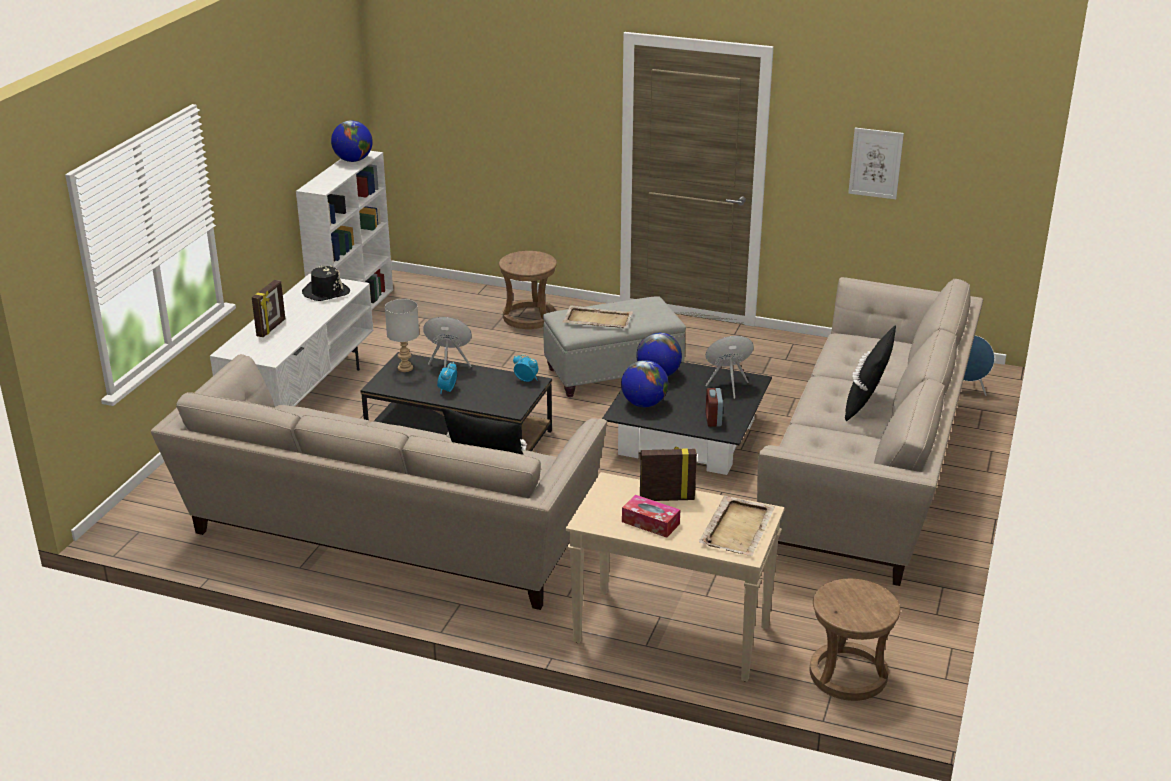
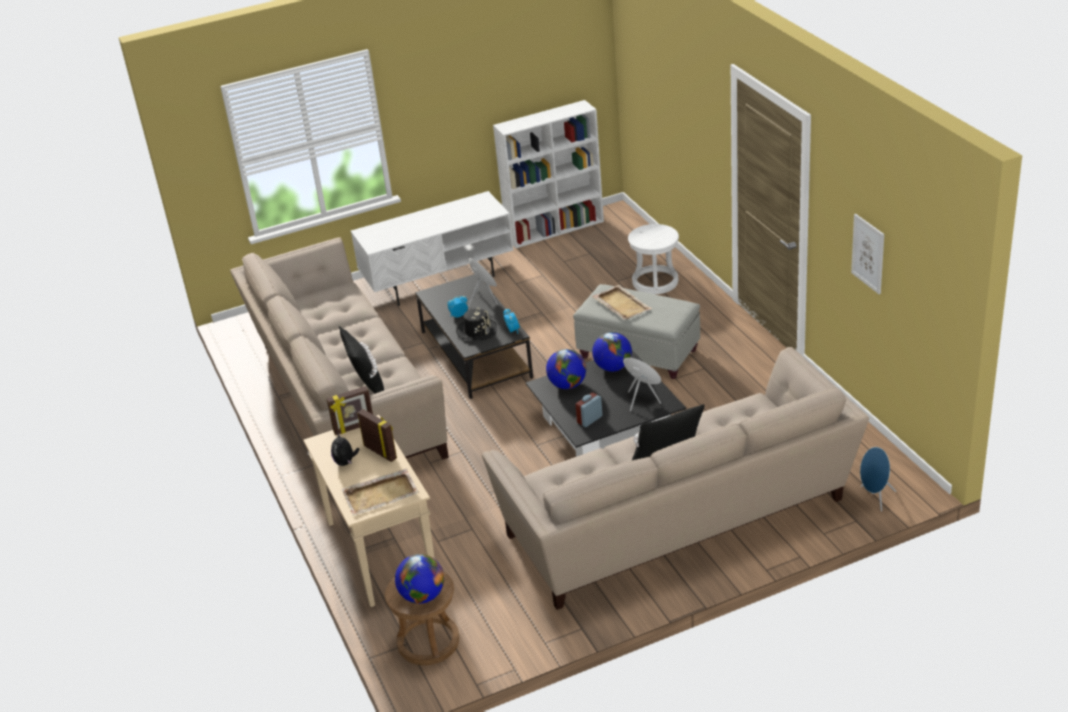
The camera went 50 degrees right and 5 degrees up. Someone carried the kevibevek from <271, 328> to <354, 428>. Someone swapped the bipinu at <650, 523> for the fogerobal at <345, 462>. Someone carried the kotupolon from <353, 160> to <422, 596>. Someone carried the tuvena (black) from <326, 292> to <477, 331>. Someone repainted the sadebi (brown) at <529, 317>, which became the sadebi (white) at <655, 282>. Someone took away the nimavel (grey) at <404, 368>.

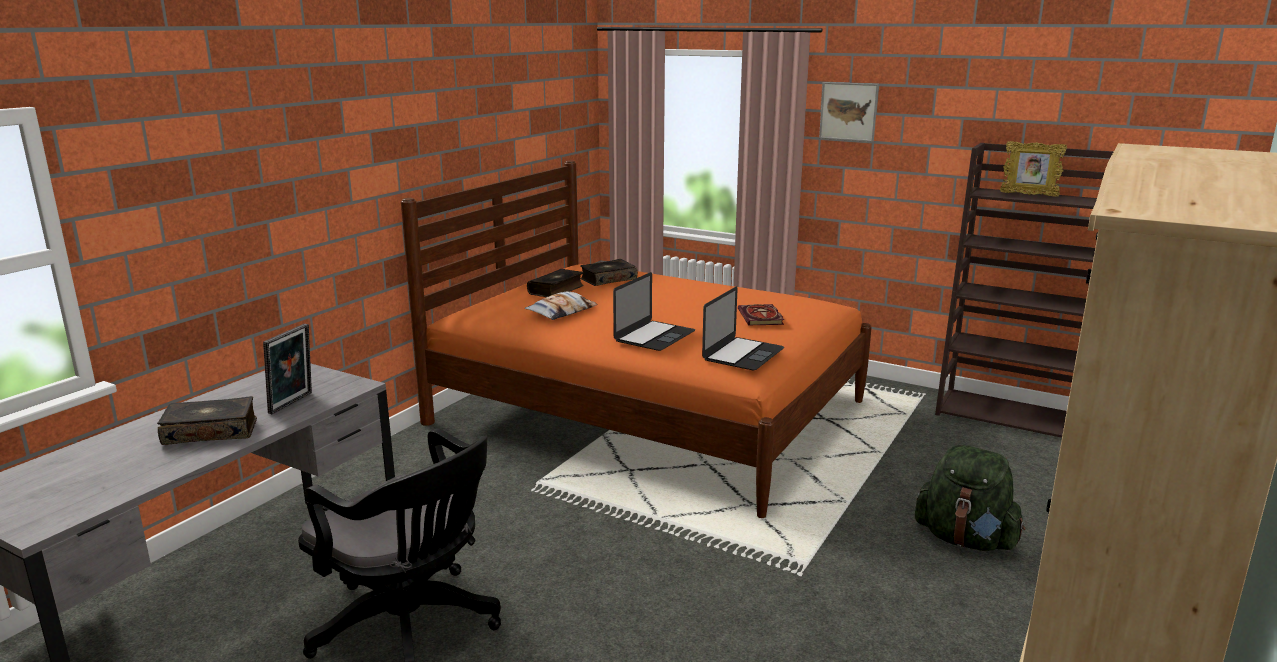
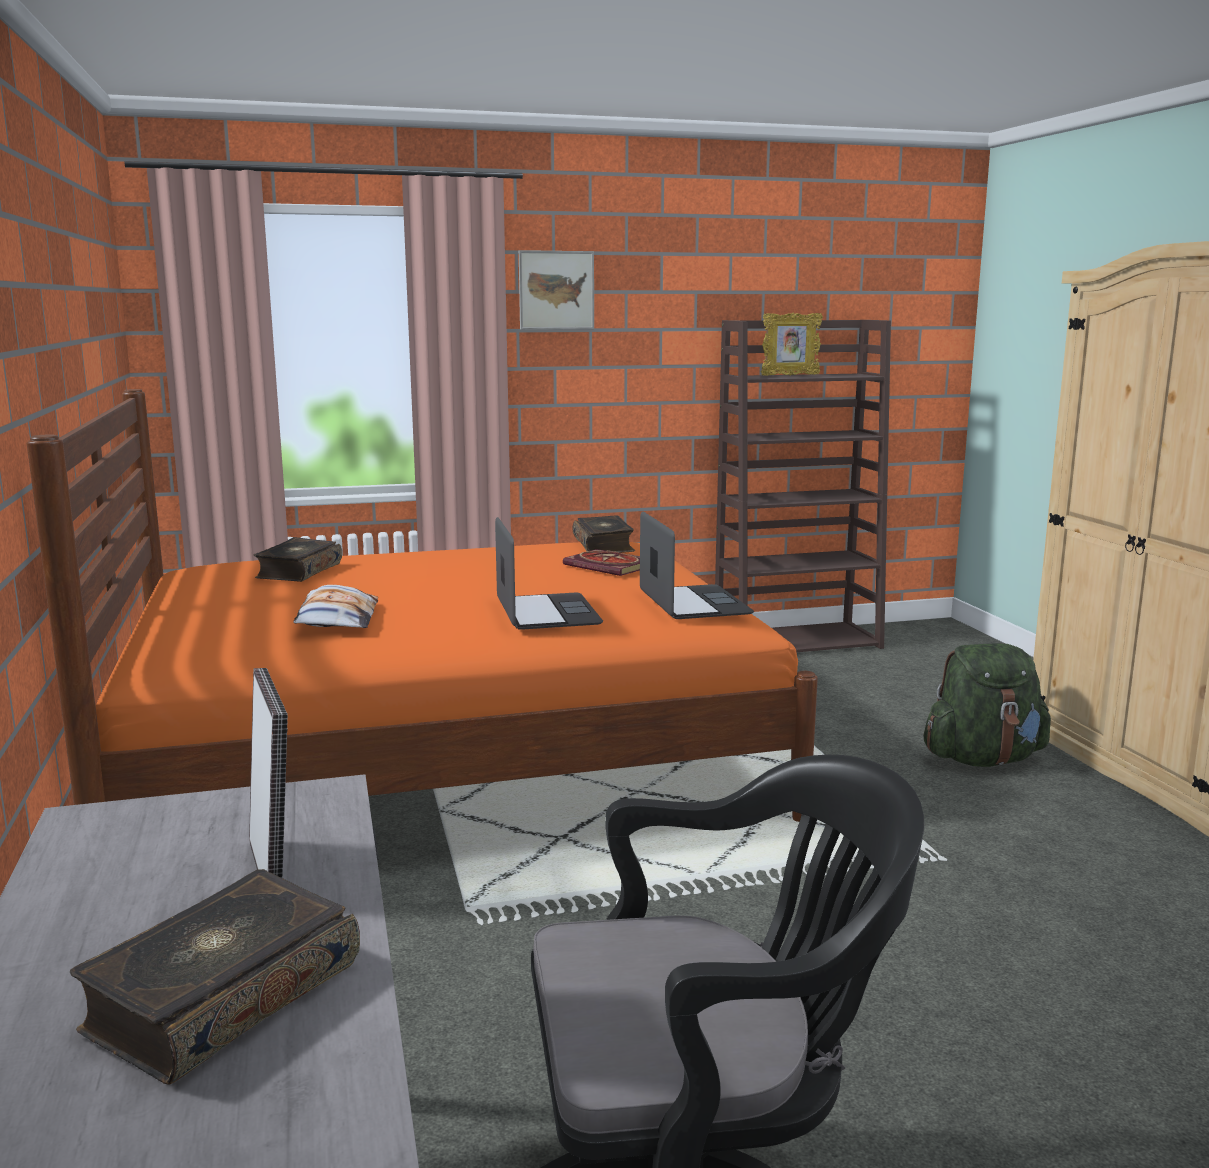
The camera went 45 degrees left and 5 degrees down. Someone carried the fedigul from <557, 290> to <604, 545>.

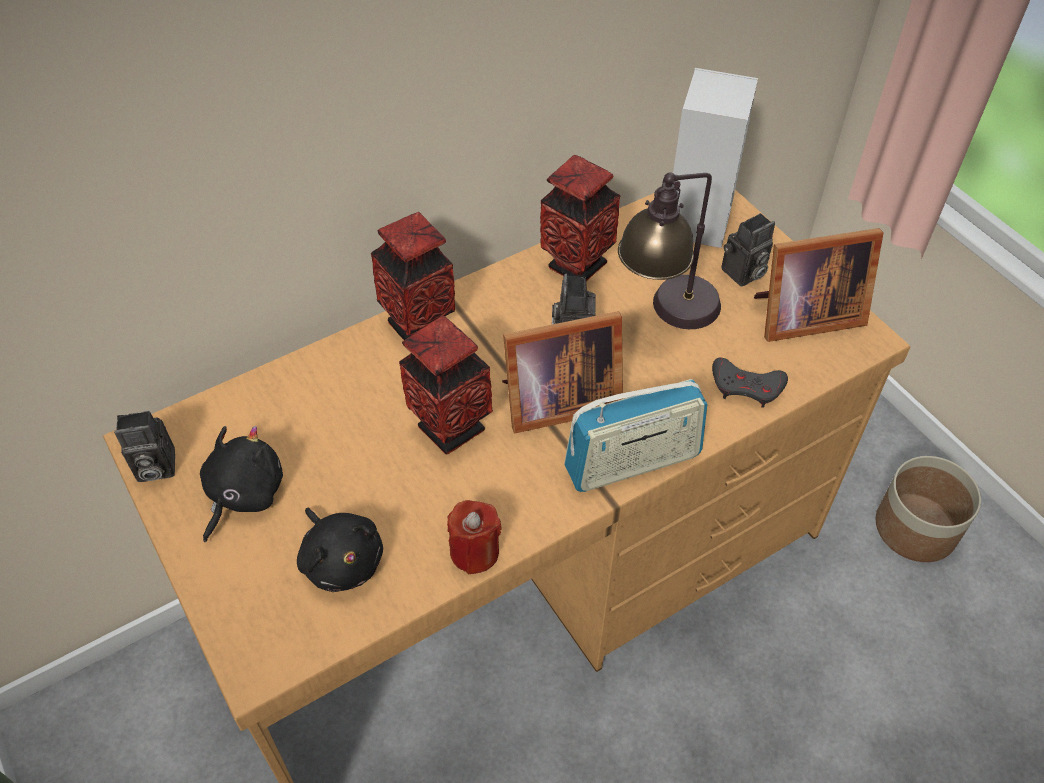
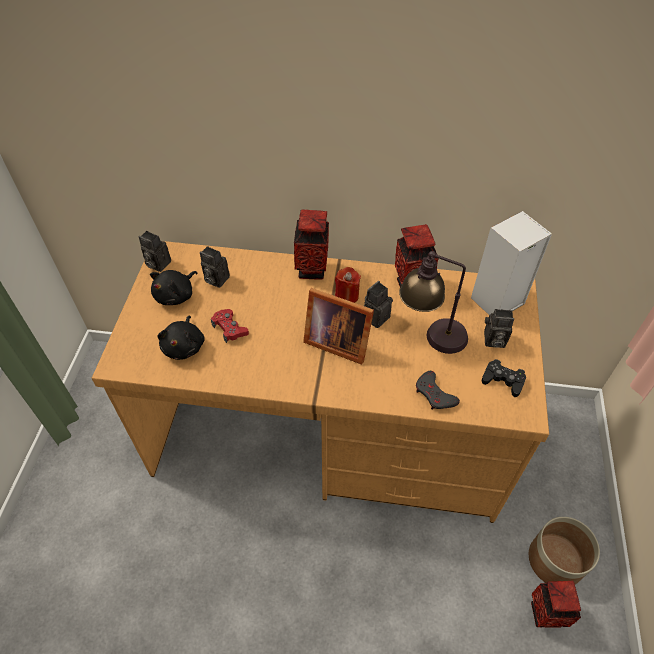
The camera went 40 degrees right and 0 degrees up. Someone rotated the fogerobal (black) at <243, 494> by 150 degrees clockwise. Someone put down the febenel at <215, 279>. Someone put down the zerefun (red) at <230, 328>. Someone carried the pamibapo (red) from <474, 551> to <347, 296>. Someone swapped the kevibevek at <802, 316> for the zerefun (black) at <503, 380>. Someone carried the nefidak from <450, 428> to <545, 614>. Someone took away the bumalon at <632, 462>.

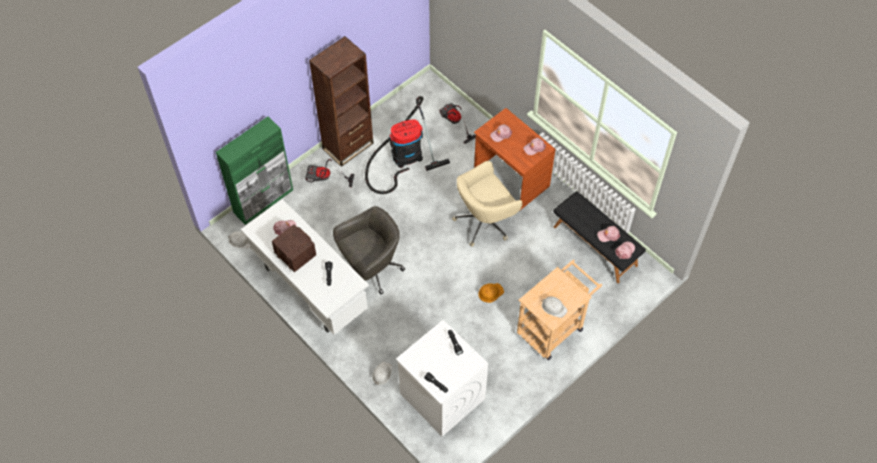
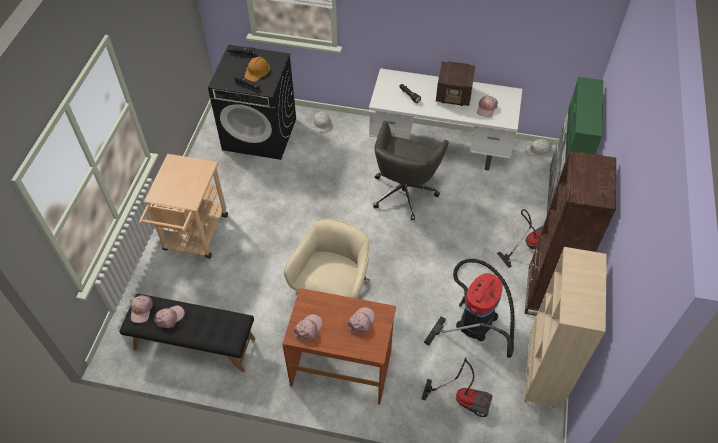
The camera went 145 degrees right and 5 degrees down. Someone repainted the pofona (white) at <441, 396>, which became the pofona (black) at <260, 134>. Someone carried the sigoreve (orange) from <490, 292> to <257, 71>. Someone put down the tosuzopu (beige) at <542, 377>. Someone took away the sigoreve (white) at <553, 307>.

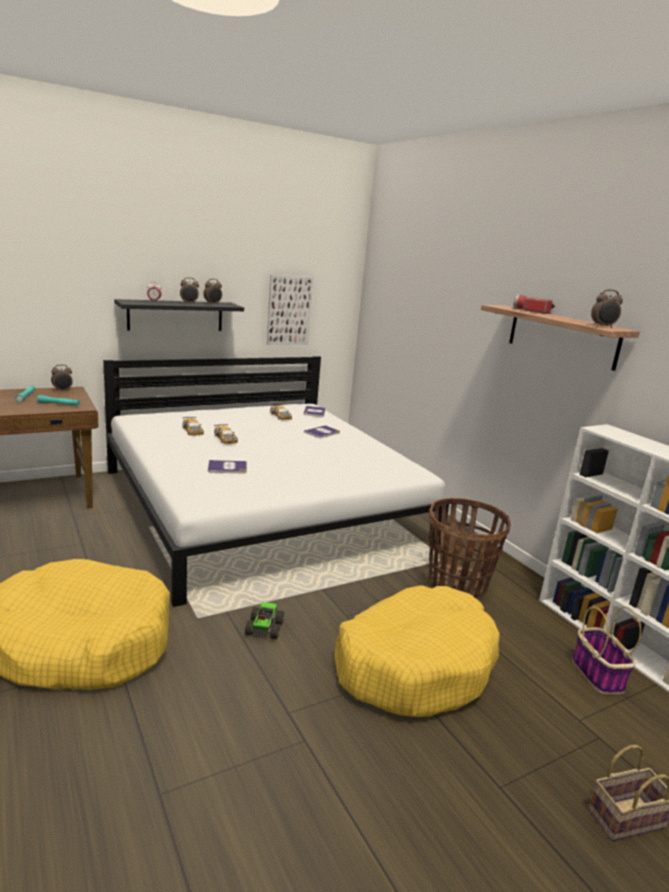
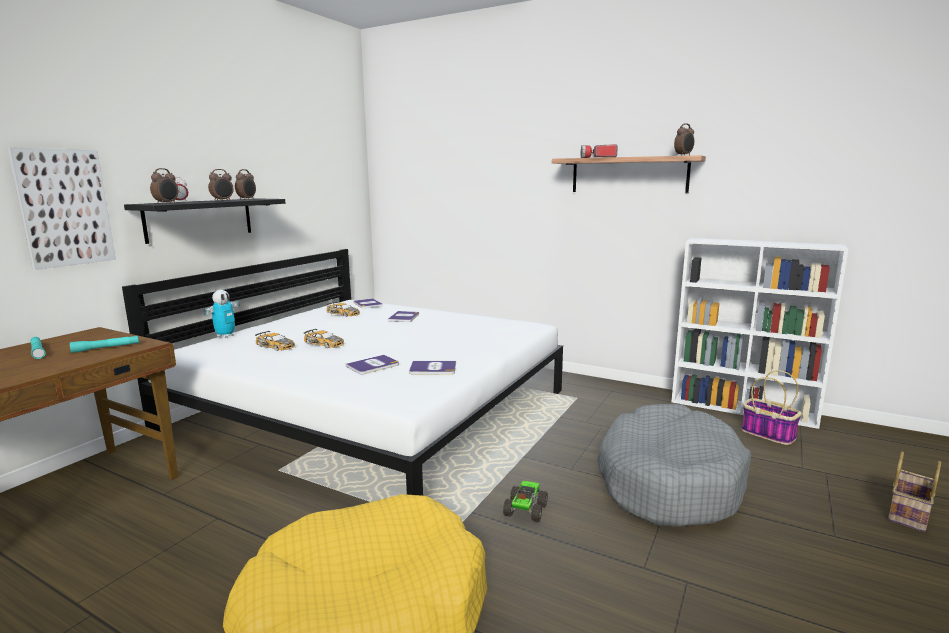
The camera went 30 degrees left and 5 degrees down. Someone carried the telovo from <289, 310> to <64, 208>. Someone carried the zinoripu from <62, 390> to <167, 203>. Someone put down the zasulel at <225, 336>. Someone put down the fedigul at <433, 368>. Someone rotated the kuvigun at <264, 629> by 45 degrees clockwise. Someone repainted the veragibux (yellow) at <414, 664>, which became the veragibux (grey) at <667, 481>. Someone took away the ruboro at <457, 584>.

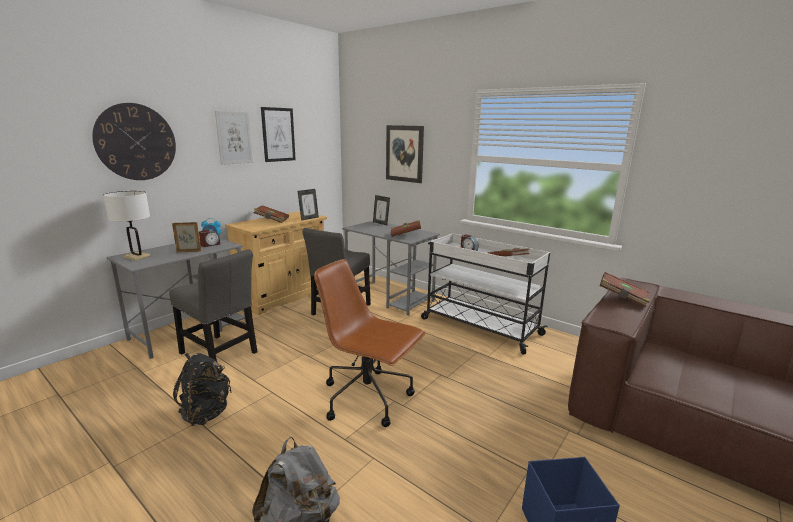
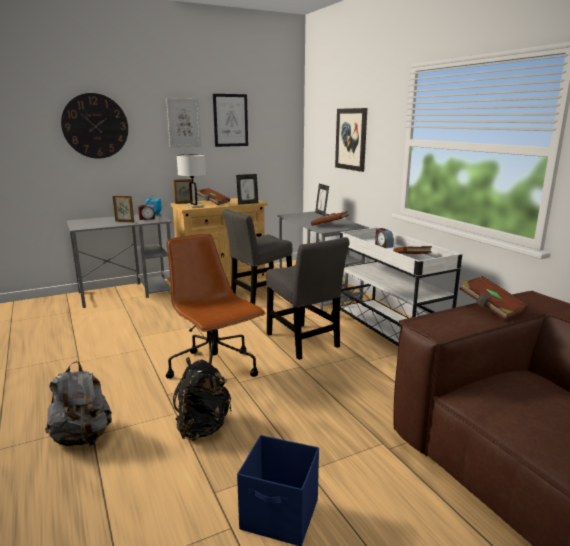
The camera went 25 degrees right and 0 degrees up. Someone put down the kevibevek at <184, 203>. Someone carried the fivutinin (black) from <206, 413> to <202, 427>. Someone carried the nimavel (white) from <137, 256> to <194, 206>. Someone carried the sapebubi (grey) from <220, 354> to <304, 342>.

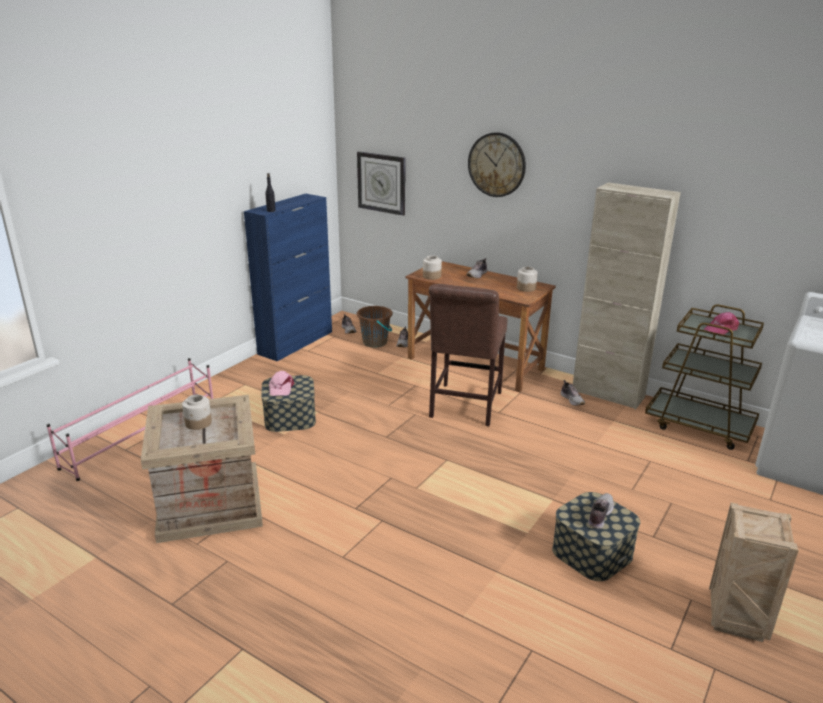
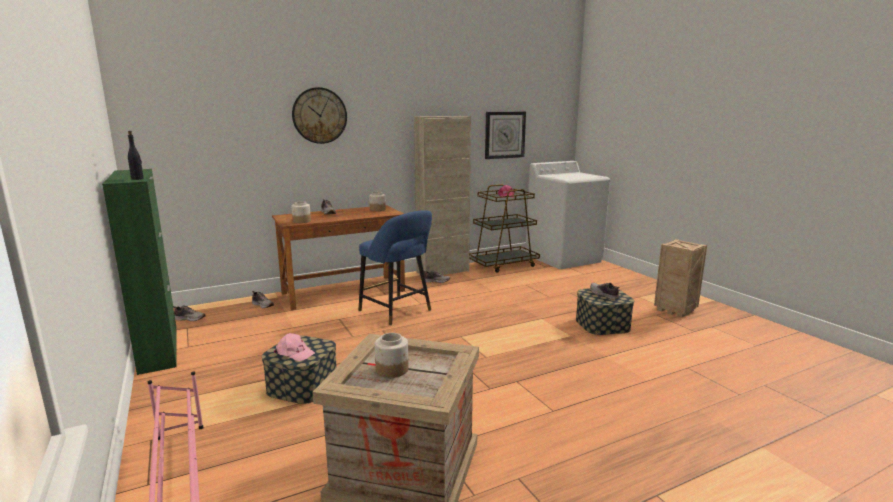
The camera went 60 degrees left and 10 degrees down. Someone repainted the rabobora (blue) at <296, 342>, which became the rabobora (green) at <158, 348>. Someone swapped the sapebubi (brown) at <464, 407> for the sadebi (blue) at <397, 311>. Someone carried the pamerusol from <382, 183> to <504, 135>. Someone took away the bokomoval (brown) at <375, 342>.

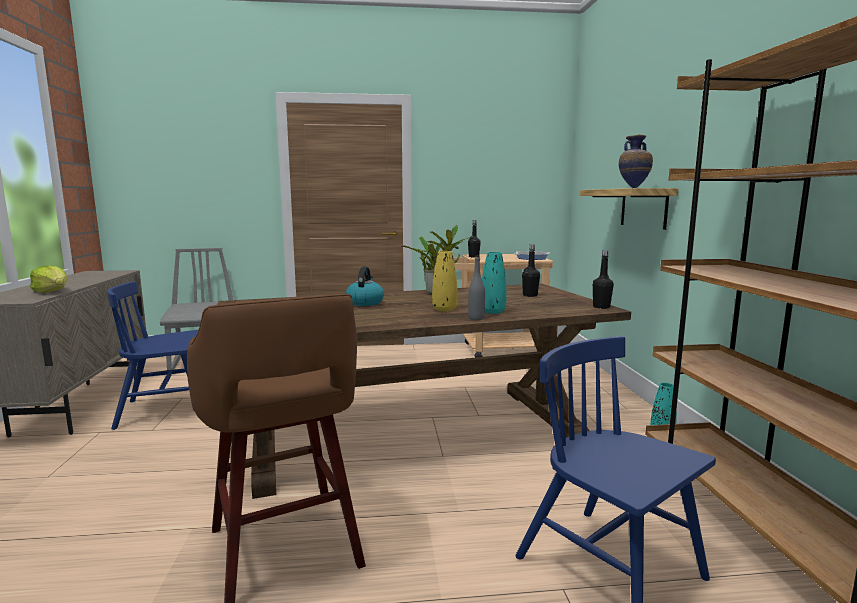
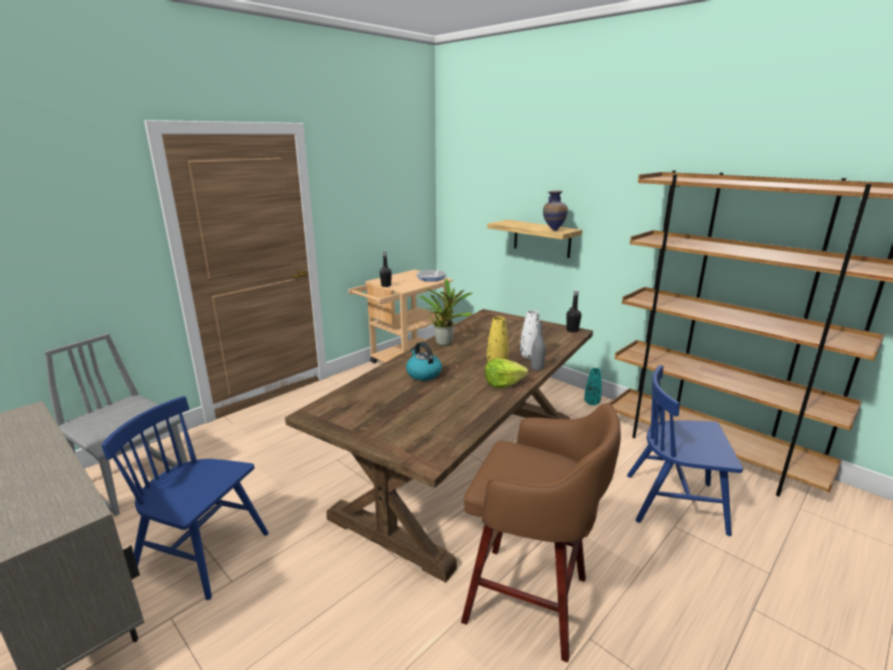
The camera went 40 degrees left and 10 degrees up. Someone rotated the sapebubi (blue) at <167, 409> by 75 degrees clockwise. Someone carried the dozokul from <52, 292> to <503, 383>. Someone repainted the nefidak (turquoise) at <493, 312>, which became the nefidak (white) at <529, 356>. Someone took away the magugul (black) at <530, 295>.

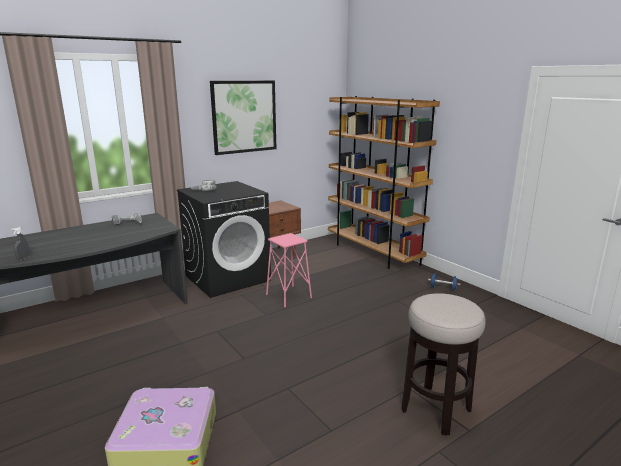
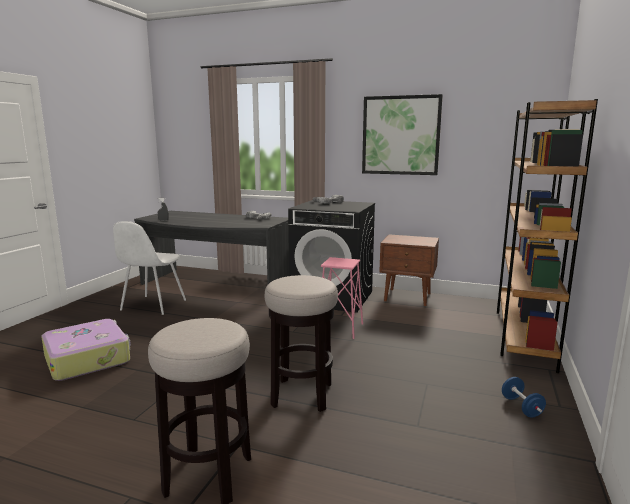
The camera went 55 degrees right and 5 degrees down. Someone put down the sapebubi (white) at <152, 306>. Someone put down the sadebi at <302, 395>.

